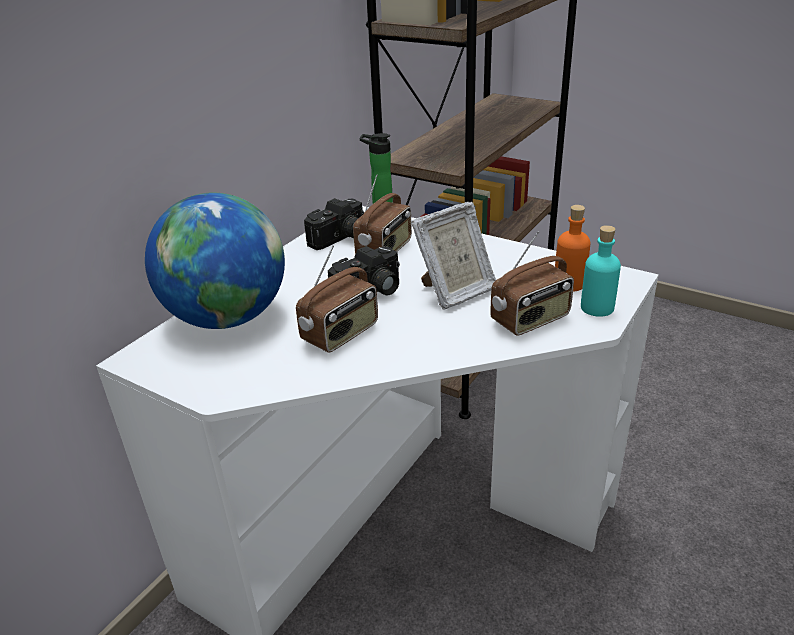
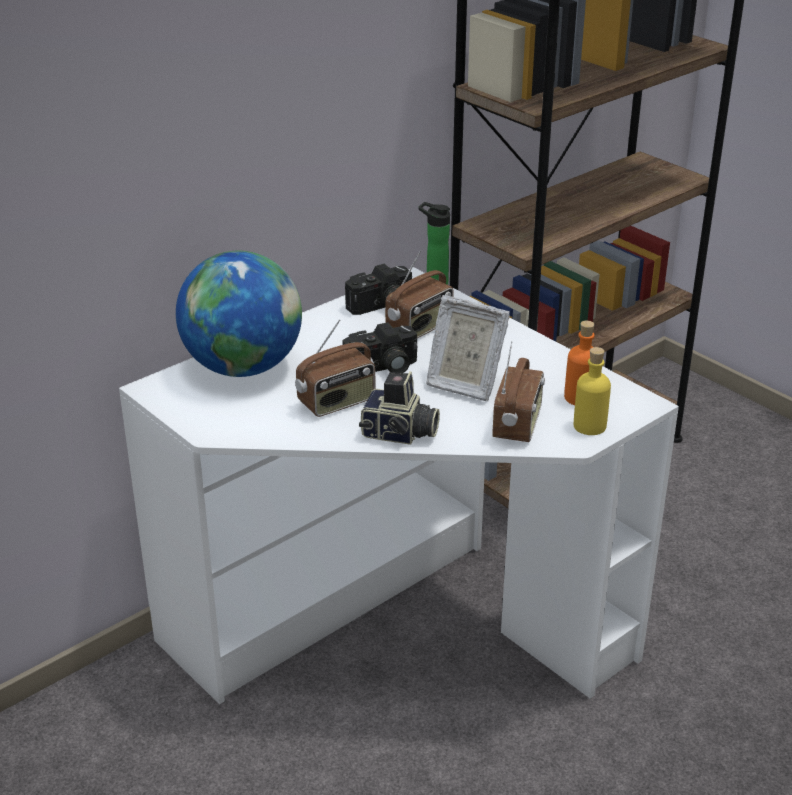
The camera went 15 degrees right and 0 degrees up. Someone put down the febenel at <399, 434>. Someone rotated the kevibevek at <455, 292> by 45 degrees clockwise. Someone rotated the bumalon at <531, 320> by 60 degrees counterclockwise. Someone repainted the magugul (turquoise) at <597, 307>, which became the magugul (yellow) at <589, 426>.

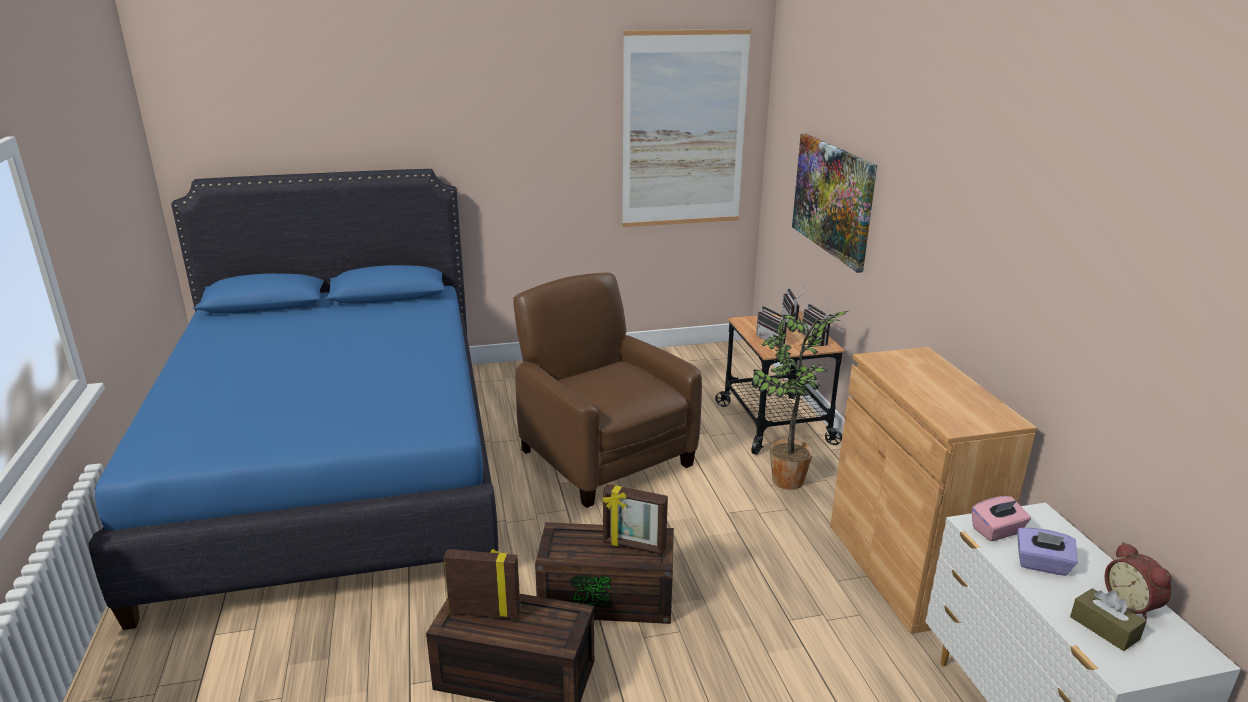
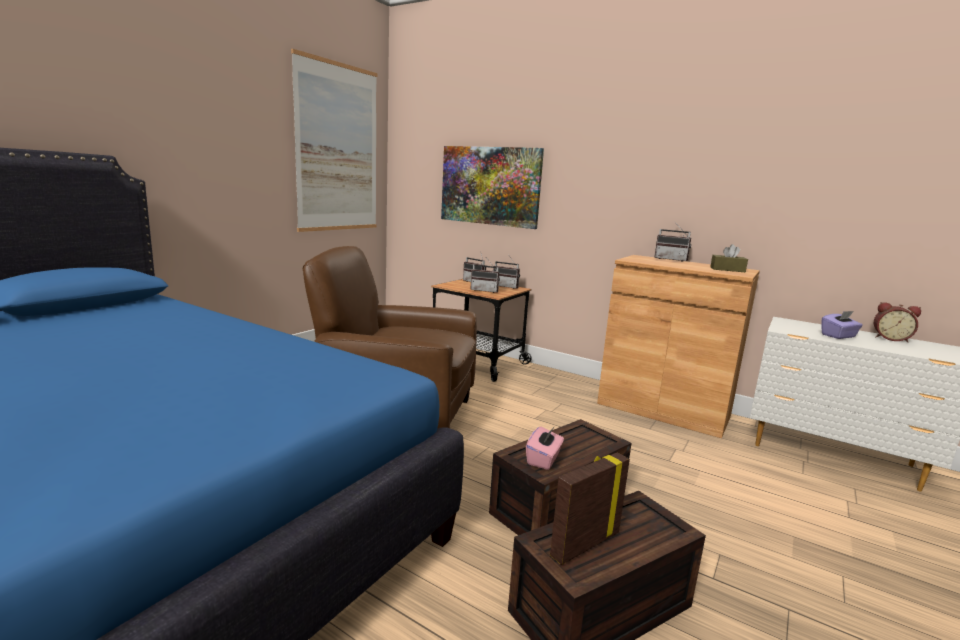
The camera went 45 degrees left and 10 degrees down. Someone carried the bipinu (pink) from <997, 531> to <544, 459>. Someone put down the bumalon at <671, 259>. Someone carried the bipinu (brown) from <1104, 628> to <727, 269>. Someone took away the kevibevek at <633, 546>. Someone took away the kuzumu at <786, 483>.

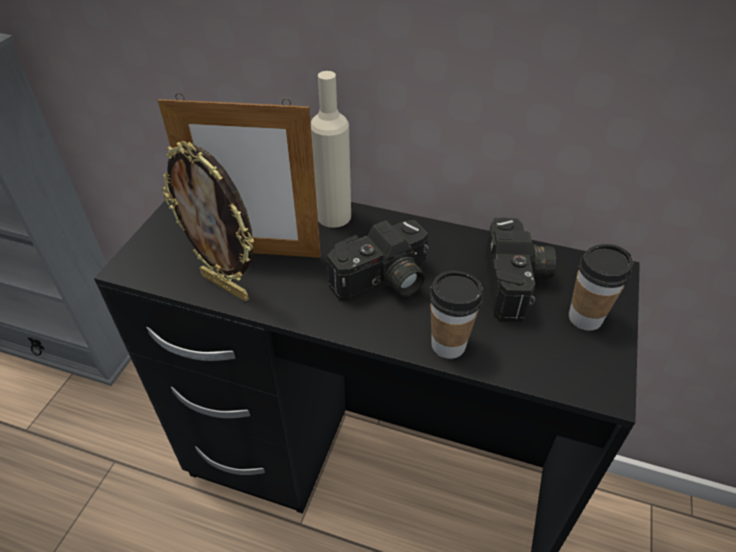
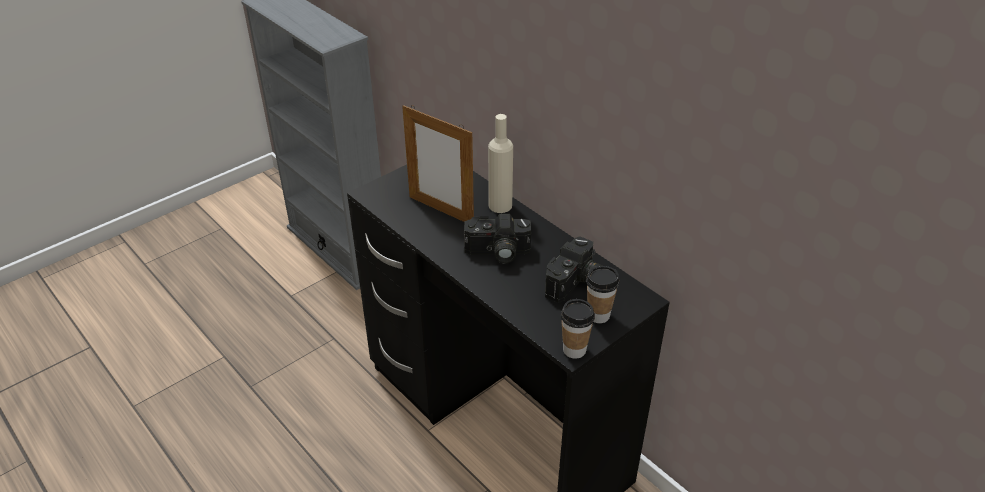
The camera went 30 degrees right and 5 degrees down. Someone carried the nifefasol from <448, 345> to <574, 350>. Someone took away the kevibevek at <227, 286>.

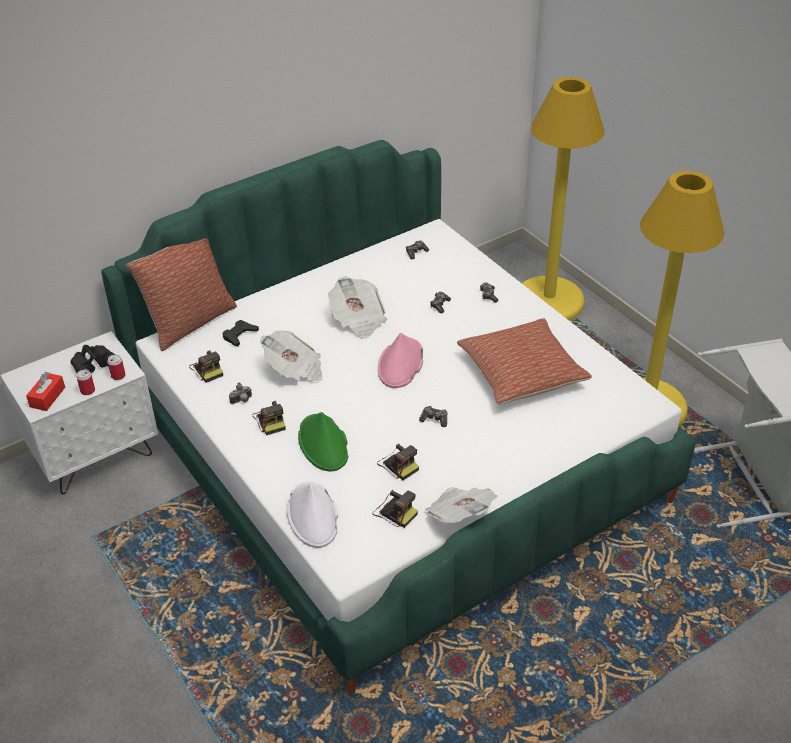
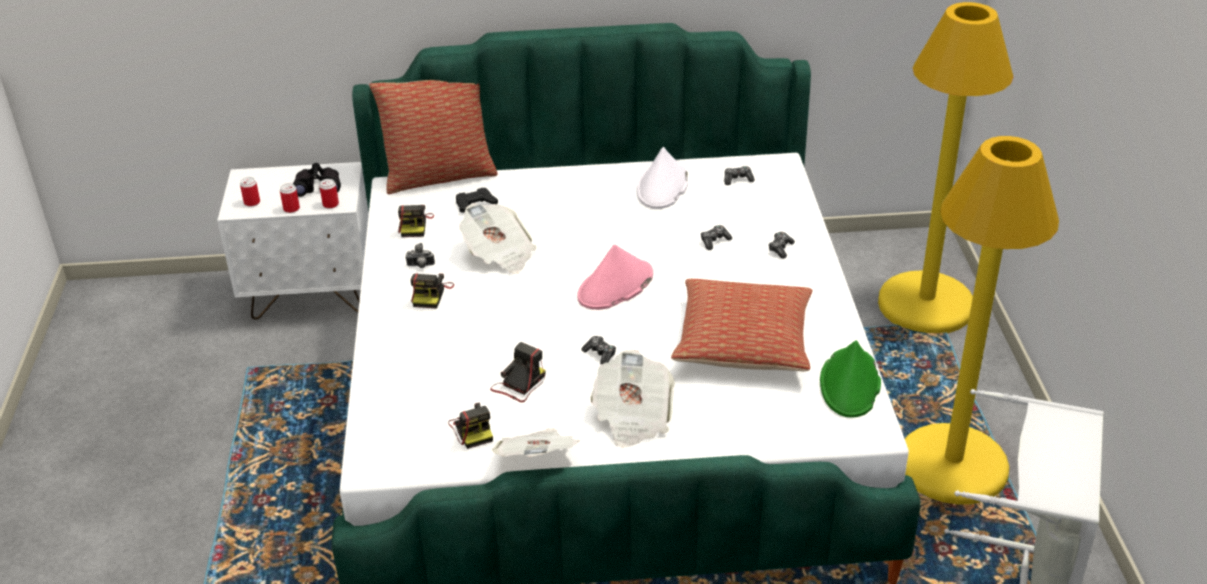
The camera went 30 degrees right and 5 degrees down. Someone swapped the bipinu (red) at <47, 397> for the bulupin at <252, 202>. Someone rotated the febenel at <398, 464> by 135 degrees counterclockwise. Someone carried the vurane from <358, 320> to <632, 417>. Someone carried the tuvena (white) from <313, 516> to <662, 186>. Someone carried the tuvena (green) from <323, 444> to <850, 384>.

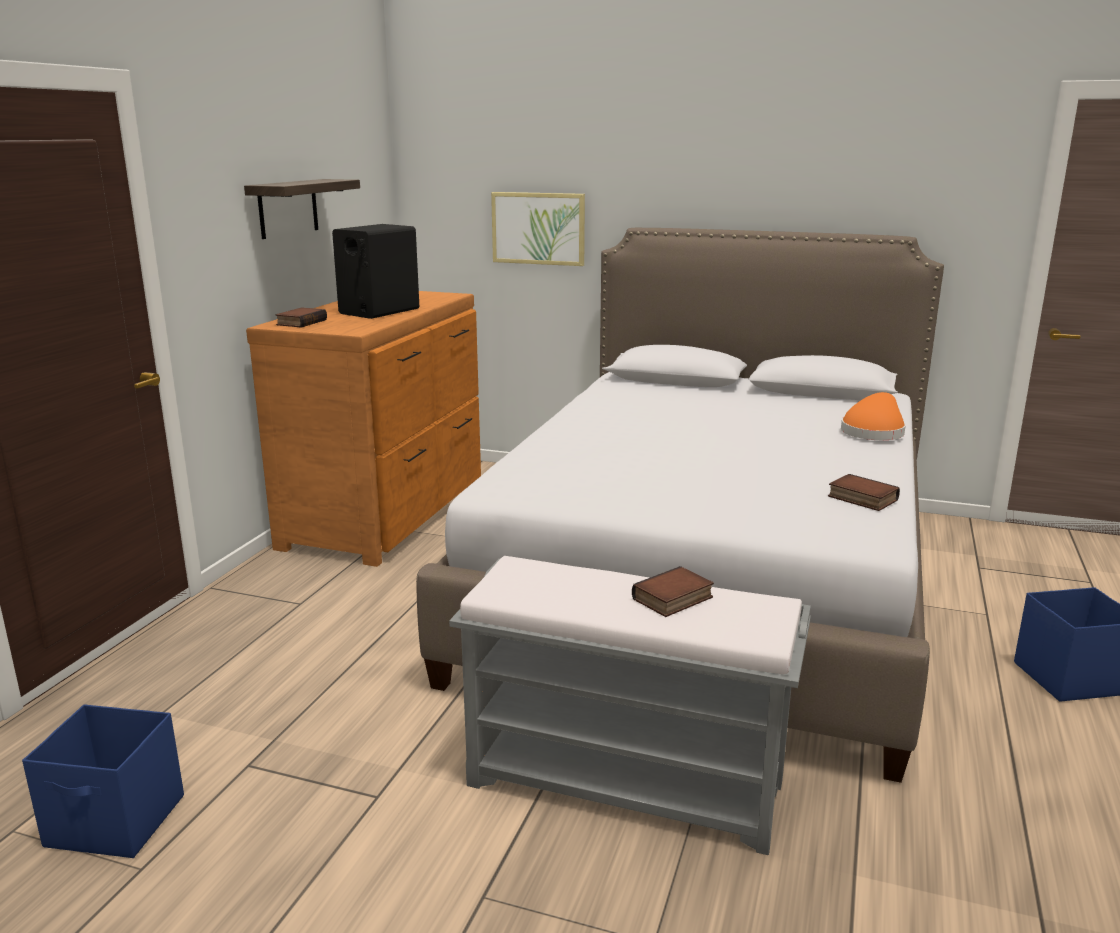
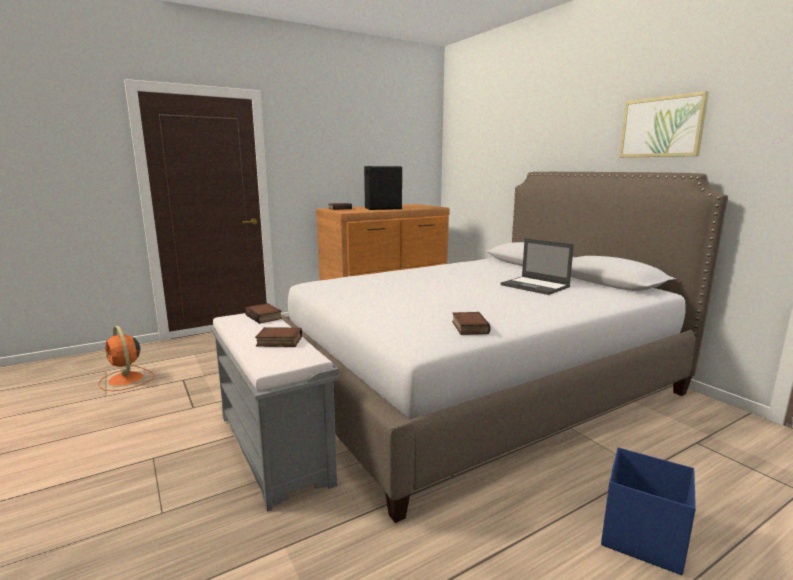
The camera went 40 degrees right and 5 degrees down. Someone swapped the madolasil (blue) at <117, 822> for the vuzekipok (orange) at <126, 380>. Someone put down the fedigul at <265, 317>. Someone put down the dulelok at <535, 286>. Someone carried the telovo from <538, 228> to <661, 127>. Someone took away the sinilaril at <288, 208>. Someone took away the tuvena (orange) at <873, 432>.

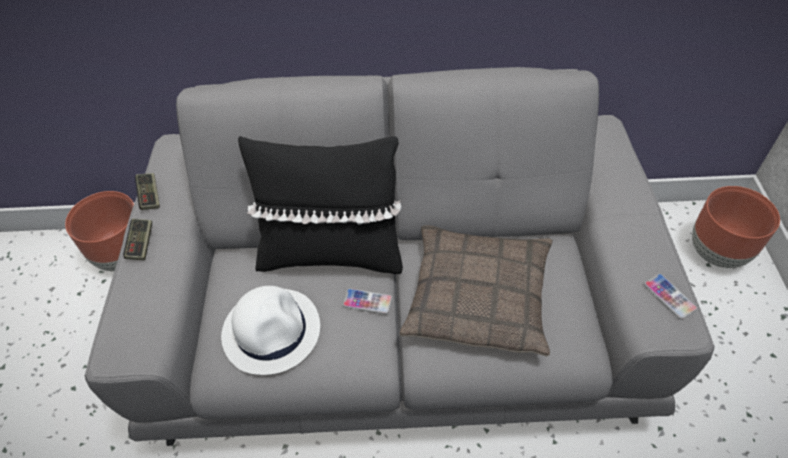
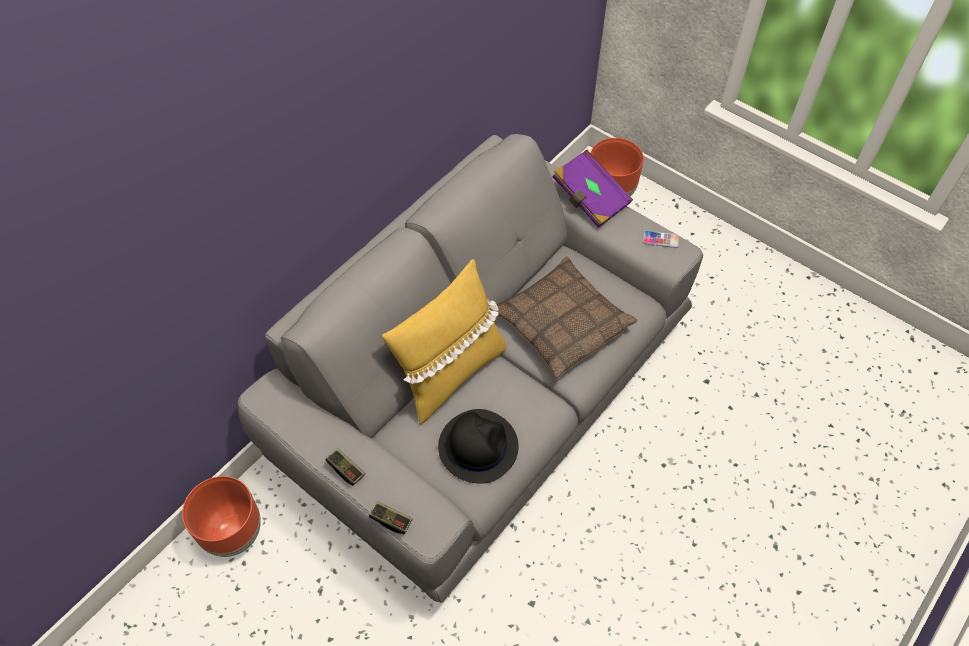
The camera went 50 degrees left and 5 degrees up. Someone carried the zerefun from <150, 196> to <391, 520>. Someone repainted the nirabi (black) at <331, 253>, which became the nirabi (yellow) at <450, 374>. Someone repainted the tuvena (white) at <272, 330>, which became the tuvena (black) at <478, 446>. Someone put down the fedigul (purple) at <590, 199>. Someone took away the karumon at <367, 301>.

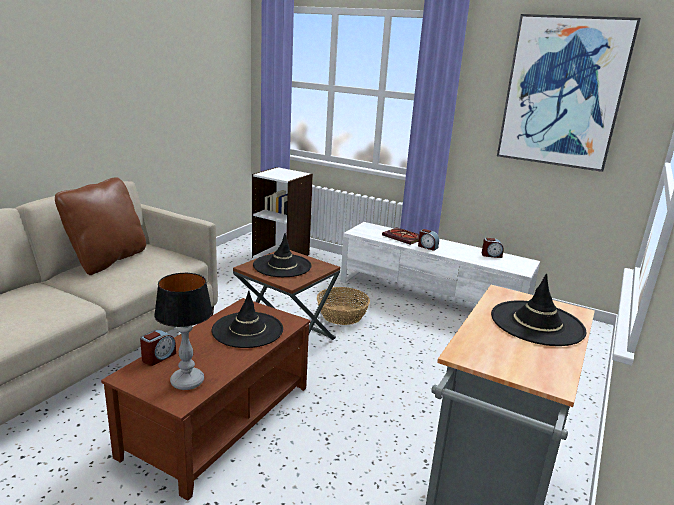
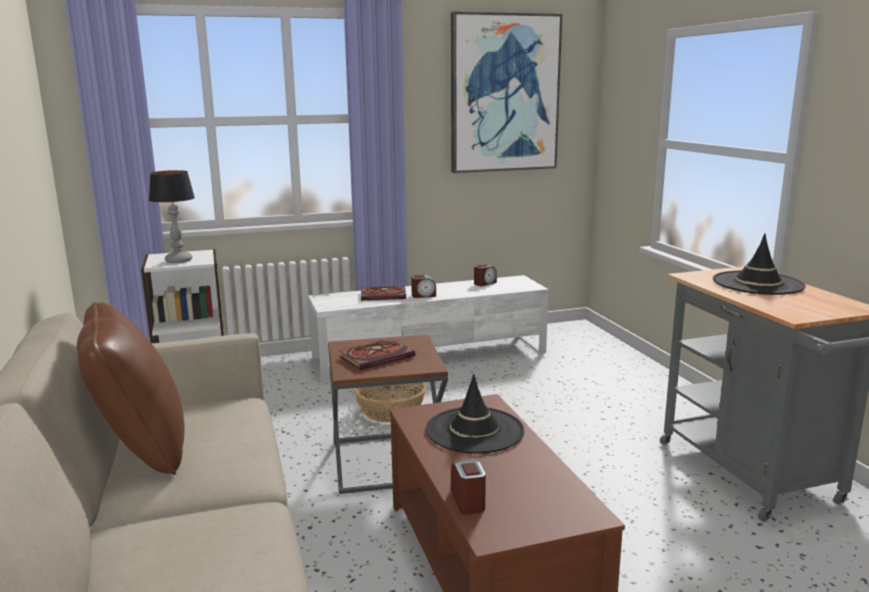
The camera went 45 degrees left and 5 degrees down. Someone carried the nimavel from <186, 382> to <179, 261>. Someone swapped the tuvena (black) at <282, 266> for the fedigul at <378, 356>.

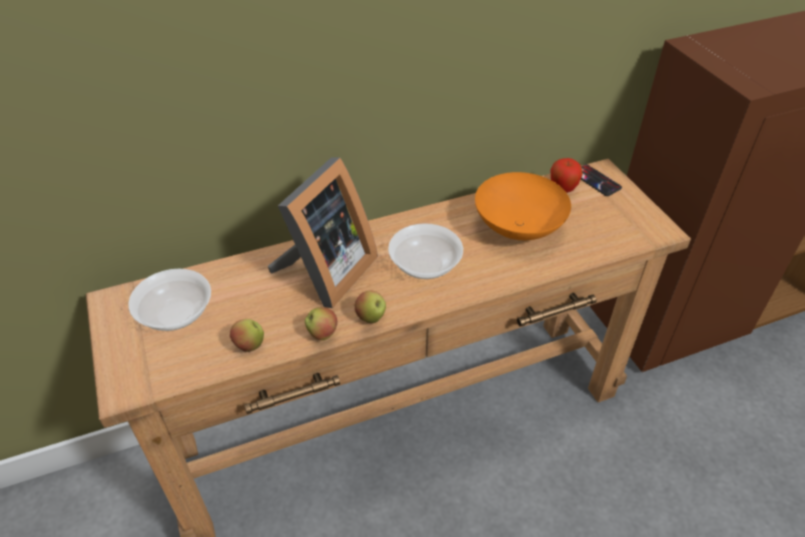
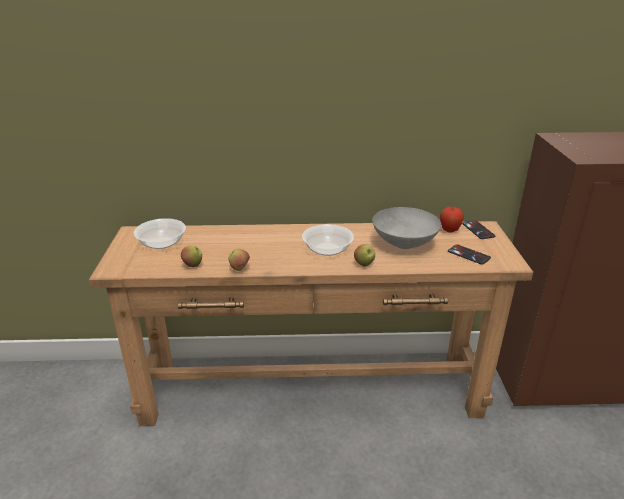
The camera went 20 degrees right and 15 degrees down. Someone carried the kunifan from <371, 317> to <364, 264>. Someone repainted the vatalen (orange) at <517, 227>, which became the vatalen (grey) at <403, 243>. Someone put down the karumon at <469, 255>. Someone took away the kevibevek at <325, 273>.

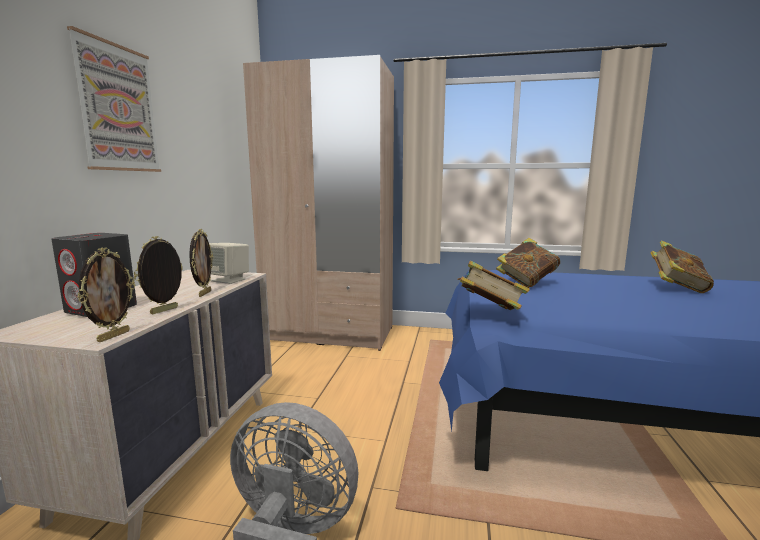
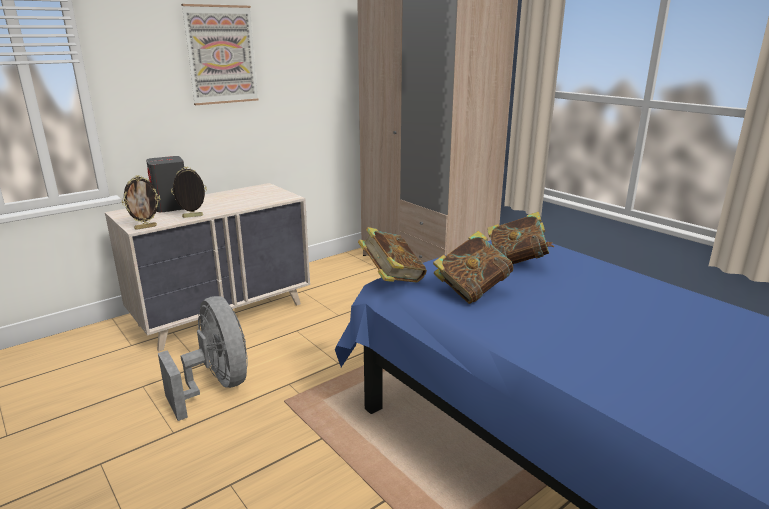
The camera went 40 degrees right and 10 degrees up. Someone carried the fedigul from <677, 288> to <472, 291>. Someone took away the kevibevek at <204, 293>. Someone took away the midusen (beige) at <229, 280>.

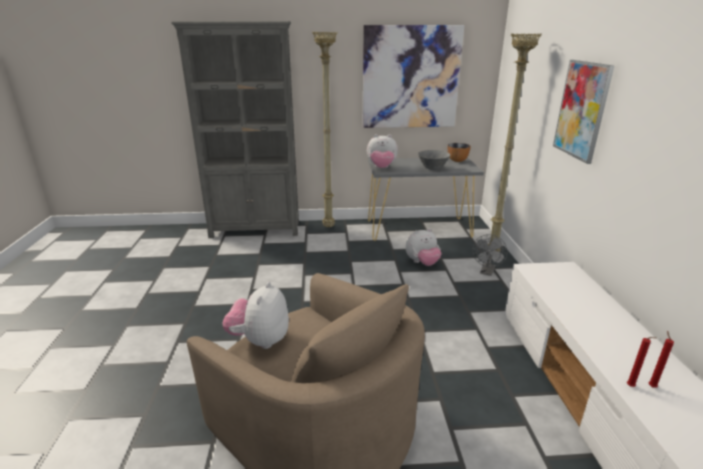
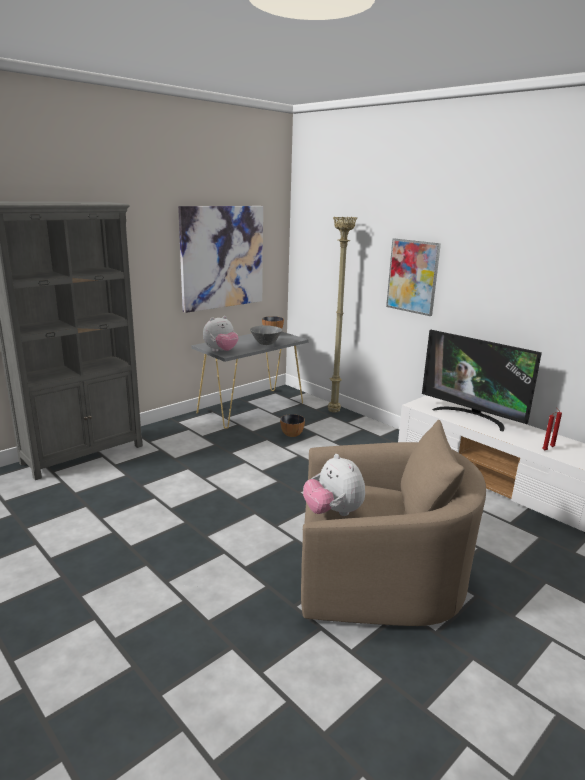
The camera went 40 degrees left and 5 degrees down. Someone swapped the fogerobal at <422, 263> for the vatalen at <292, 434>. Someone put down the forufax at <472, 416>. Someone took away the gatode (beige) at <329, 226>. Someone took away the vuzekipok (grey) at <487, 272>.

